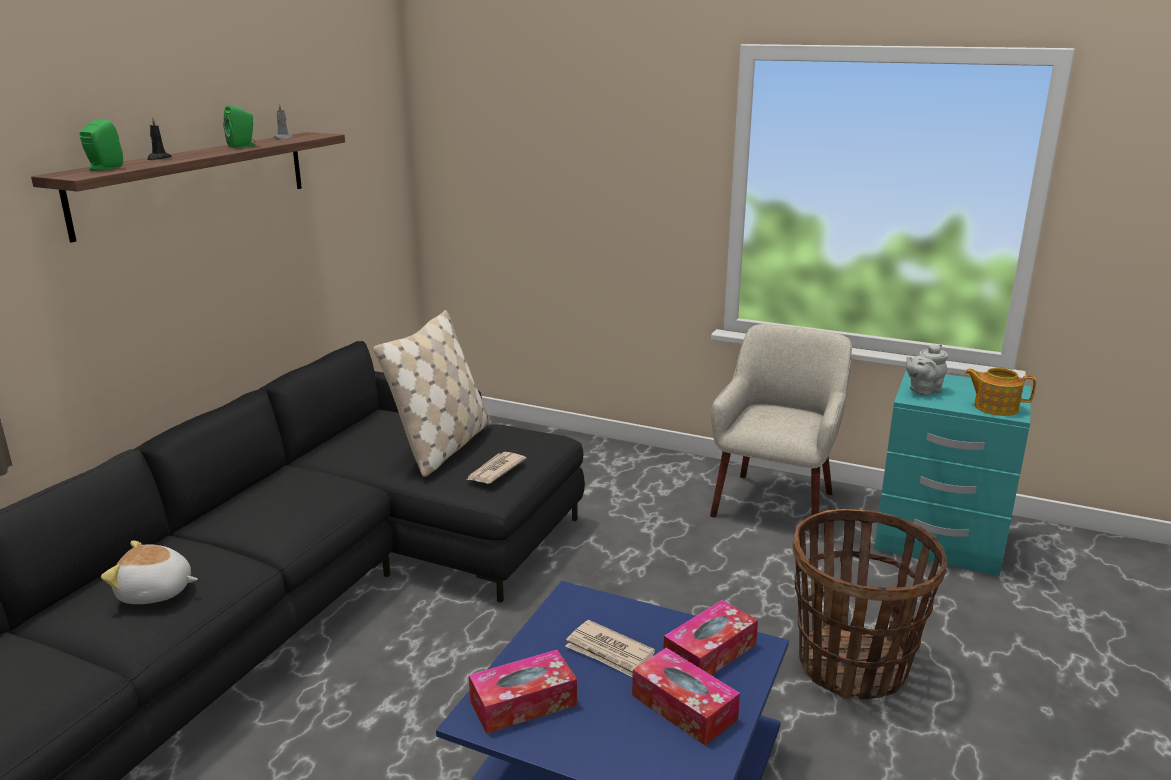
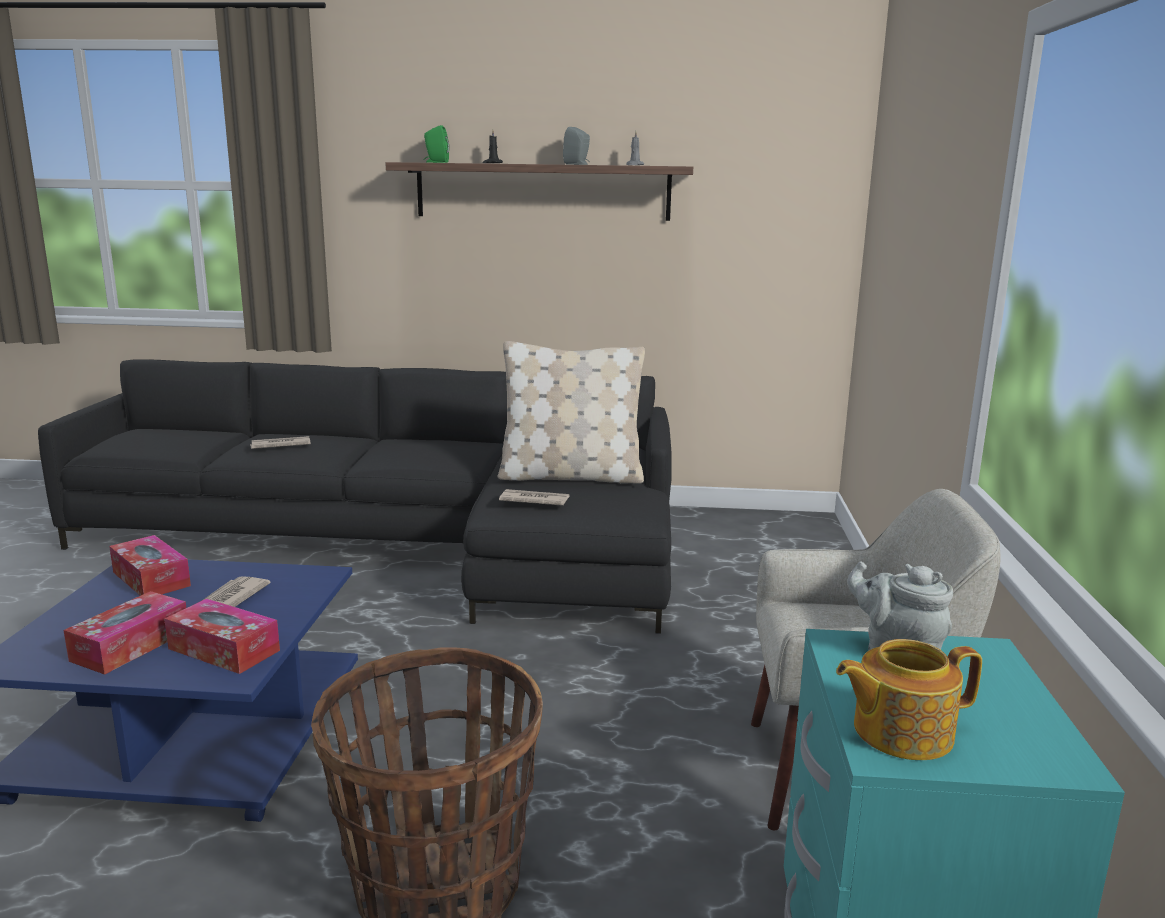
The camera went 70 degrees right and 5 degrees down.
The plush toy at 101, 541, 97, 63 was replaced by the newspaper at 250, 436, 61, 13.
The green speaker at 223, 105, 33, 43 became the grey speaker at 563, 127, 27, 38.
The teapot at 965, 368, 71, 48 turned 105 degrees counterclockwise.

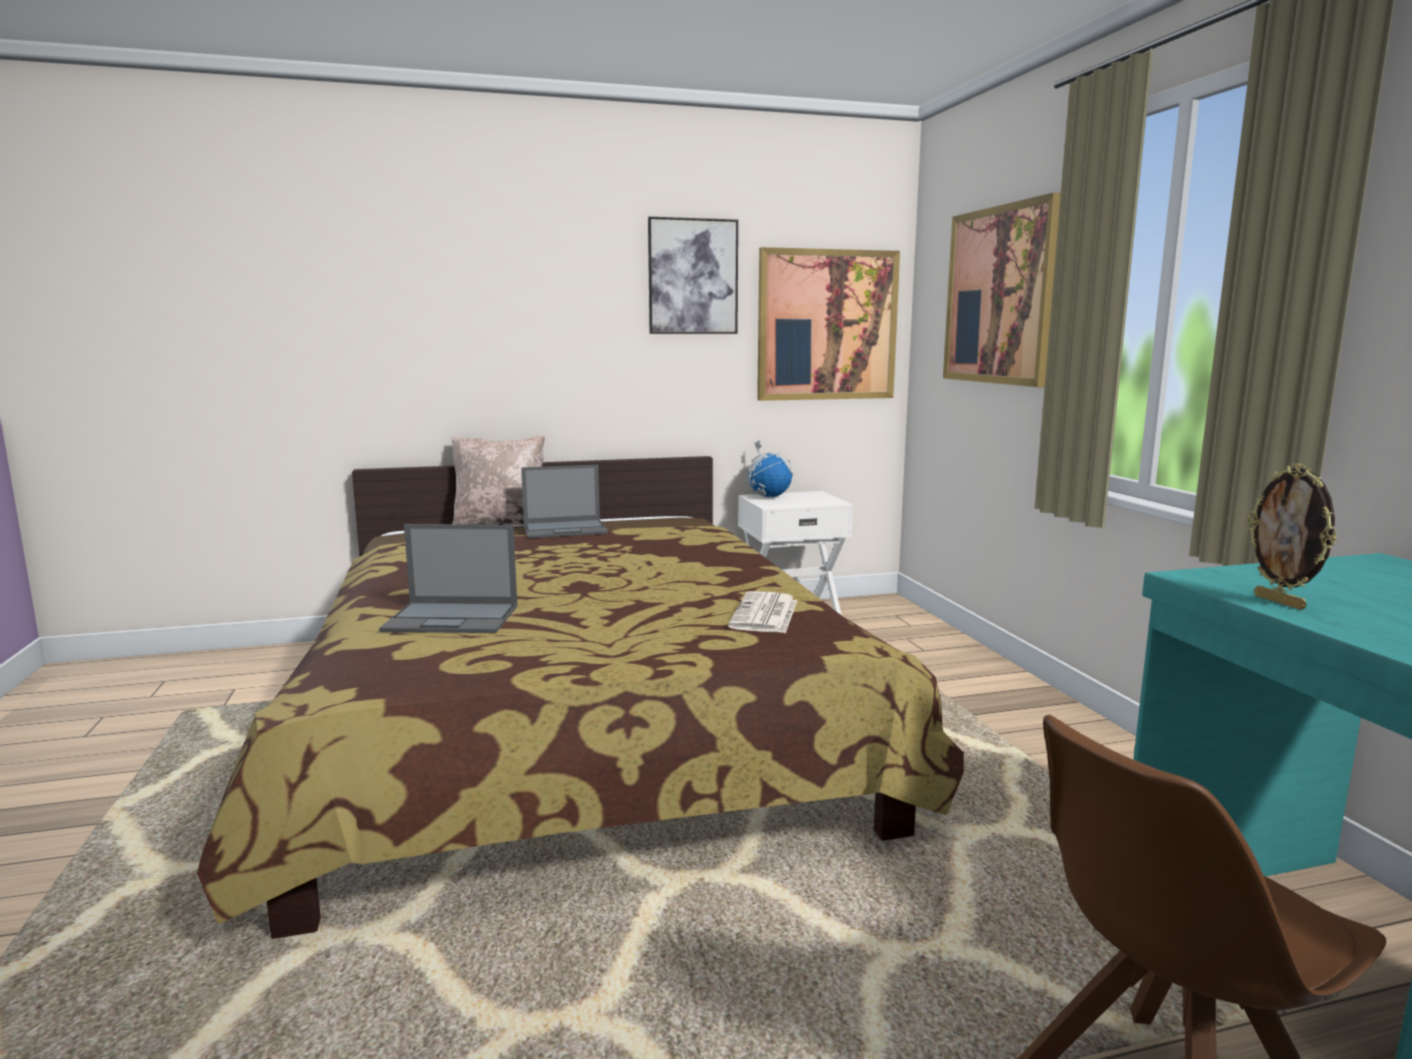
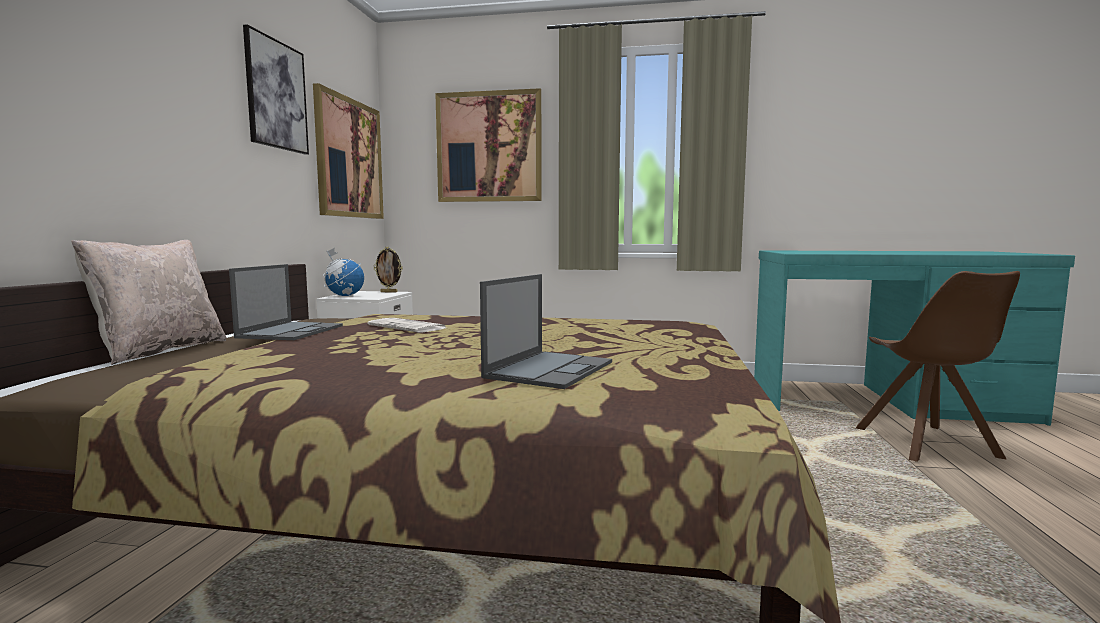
The camera went 65 degrees left and 5 degrees down.
The newspaper moved from 728, 591, 69, 42 to 367, 318, 79, 14.
The picture frame moved from 1247, 463, 90, 147 to 374, 247, 28, 45.

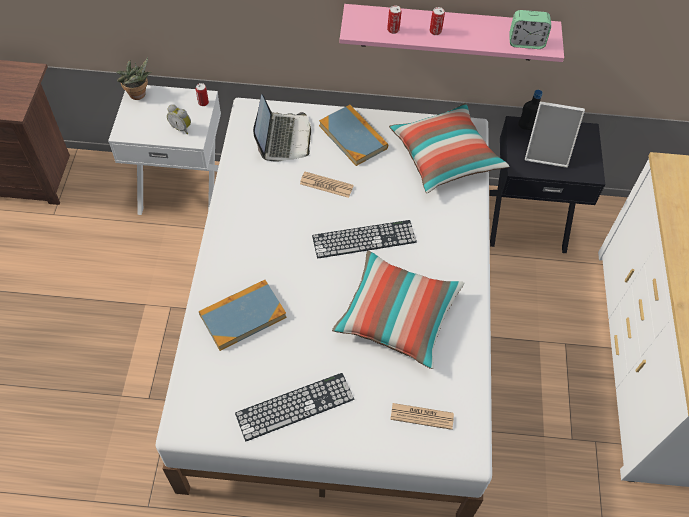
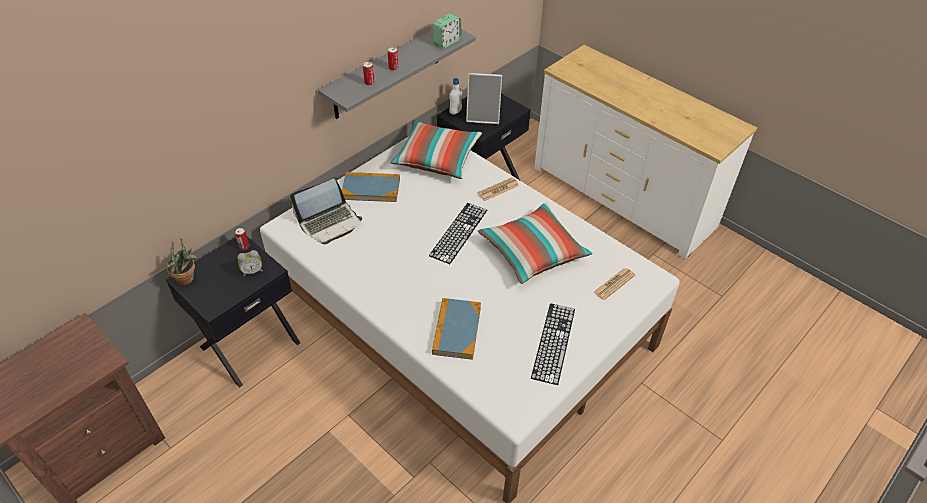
The camera went 50 degrees left and 10 degrees down.
The white nightstand at 108, 85, 113, 130 became the black nightstand at 166, 236, 134, 151.
The laptop at 253, 94, 58, 68 turned 105 degrees clockwise.
The newspaper moved from 300, 172, 54, 26 to 477, 177, 42, 24.
The pink shelf at 339, 4, 225, 58 became the grey shelf at 318, 29, 158, 90.
The black bottle at 518, 90, 25, 40 became the white bottle at 449, 78, 13, 37.
The picture frame at 525, 101, 60, 67 turned 45 degrees clockwise.

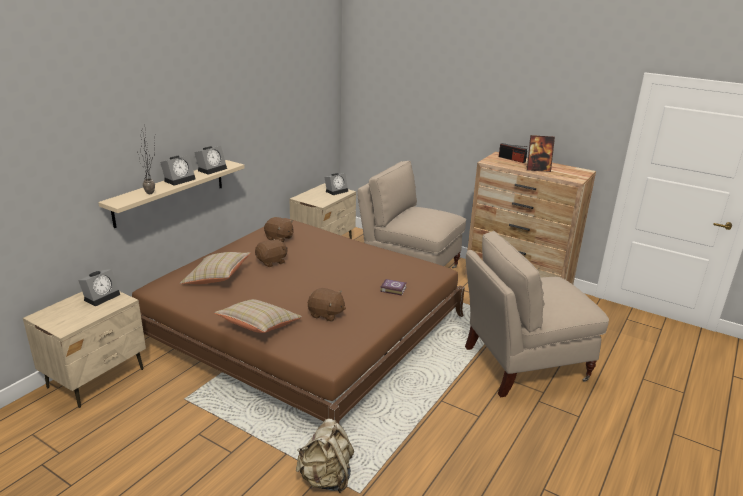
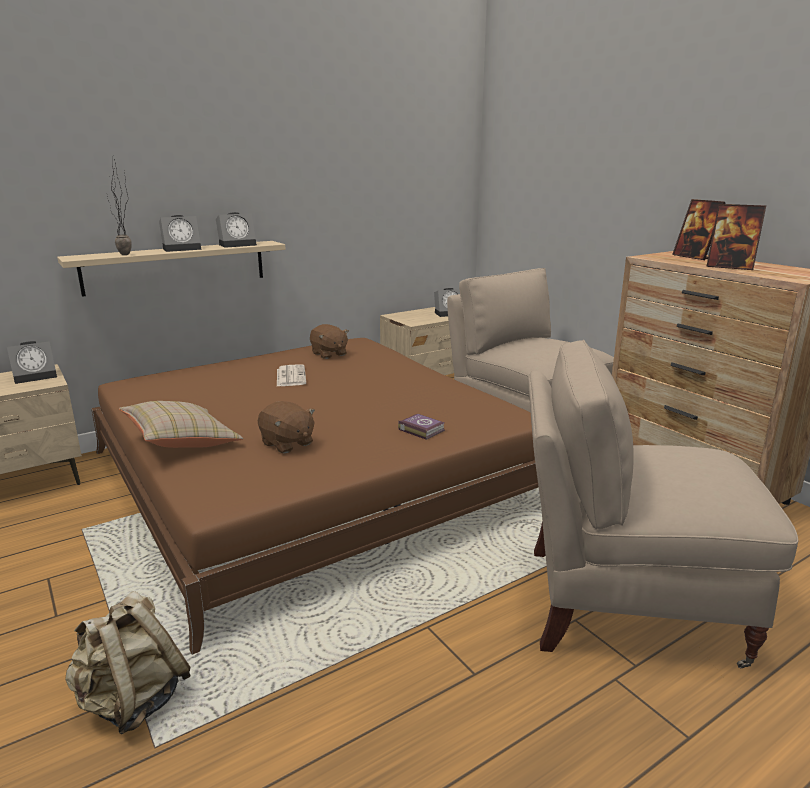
The camera went 25 degrees right and 5 degrees down.
The beige pillow at 180, 252, 70, 32 disappeared.
The brown plush toy at 255, 238, 33, 29 was replaced by the newspaper at 277, 364, 29, 22.
The radio at 499, 143, 28, 20 was replaced by the picture frame at 672, 199, 54, 61.

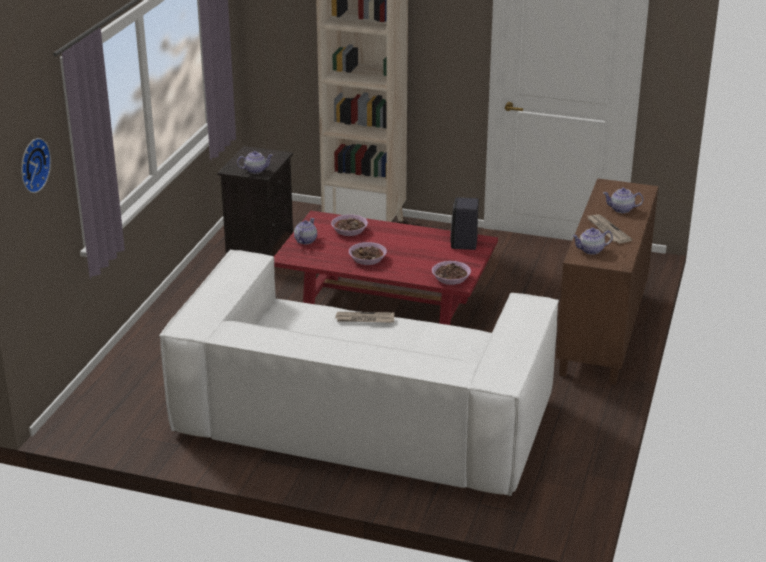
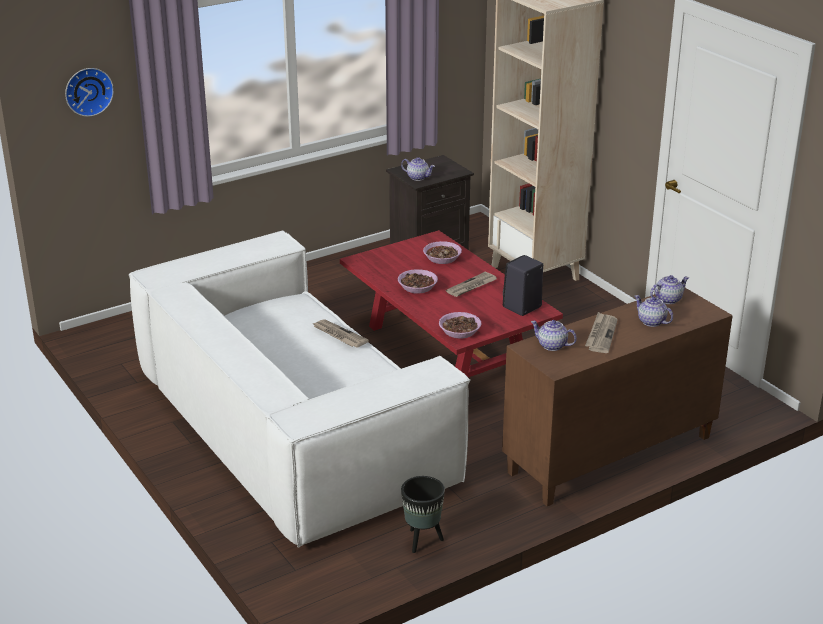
The camera went 40 degrees right and 0 degrees up.
The teapot moved from 294, 218, 23, 26 to 650, 275, 39, 29.
The black planter at 401, 476, 44, 77 appeared.
The newspaper at 446, 272, 51, 25 appeared.

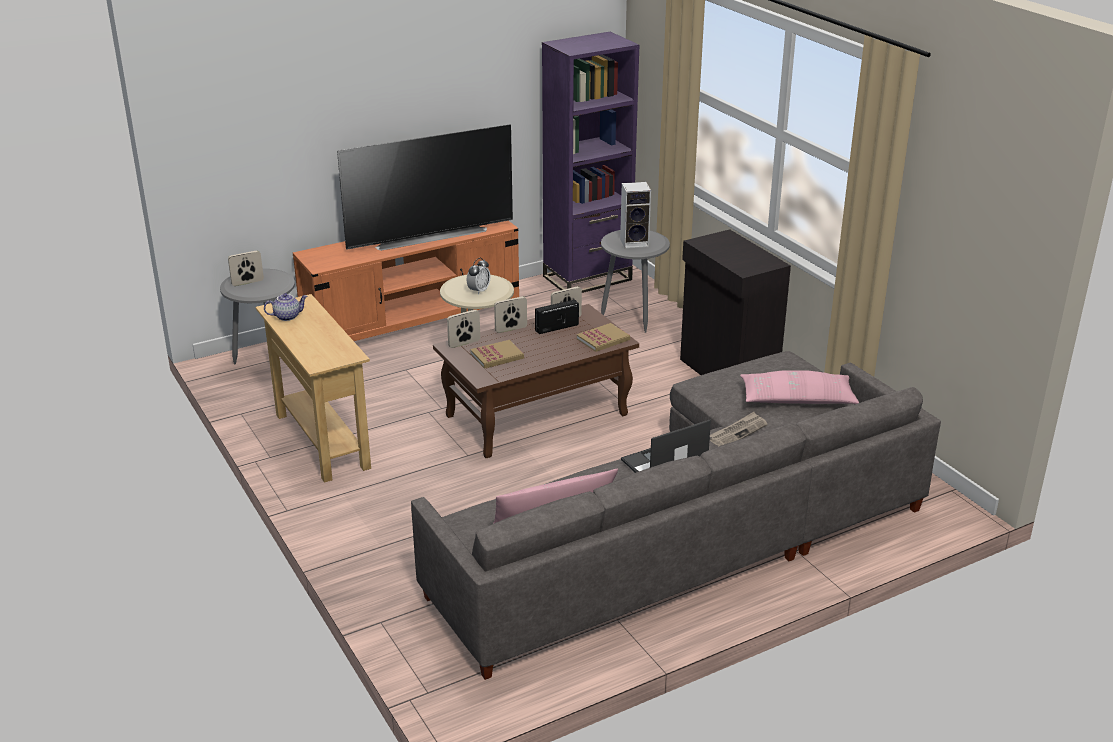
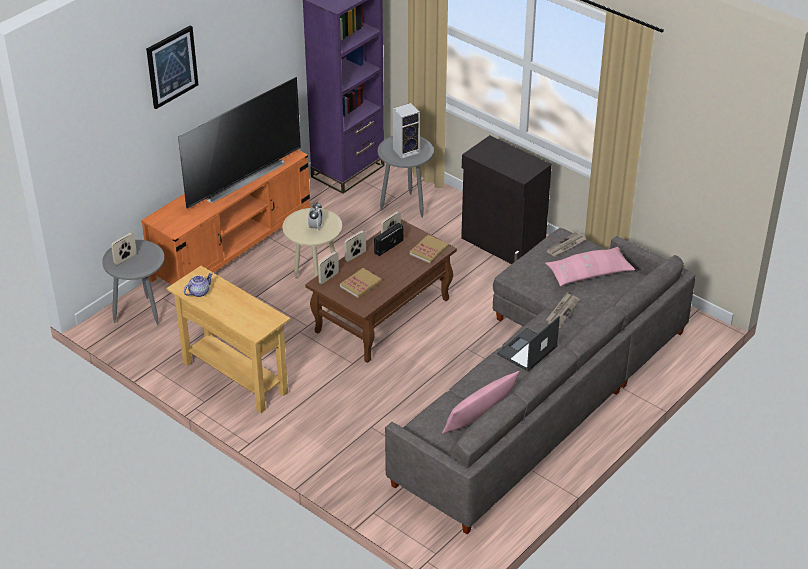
The camera went 20 degrees left and 10 degrees up.
The picture at 146, 25, 52, 84 appeared.
The newspaper at 546, 231, 40, 26 appeared.

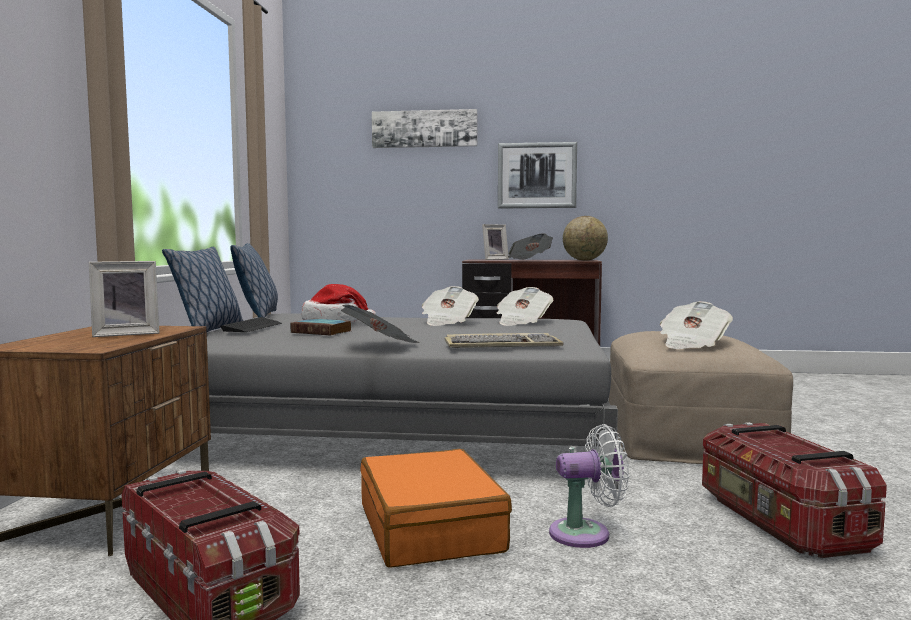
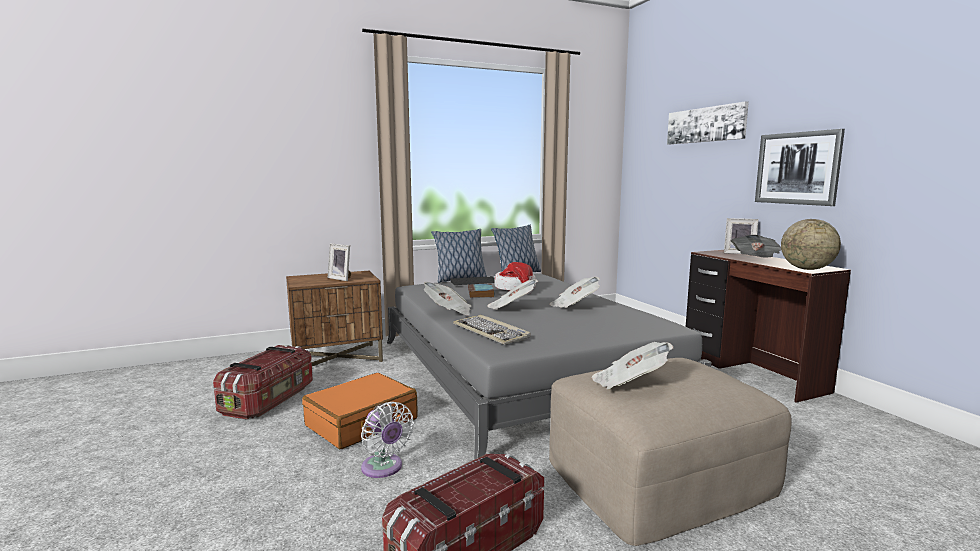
The camera went 60 degrees right and 5 degrees up.
The newspaper moved from 496, 287, 57, 39 to 487, 279, 51, 31.

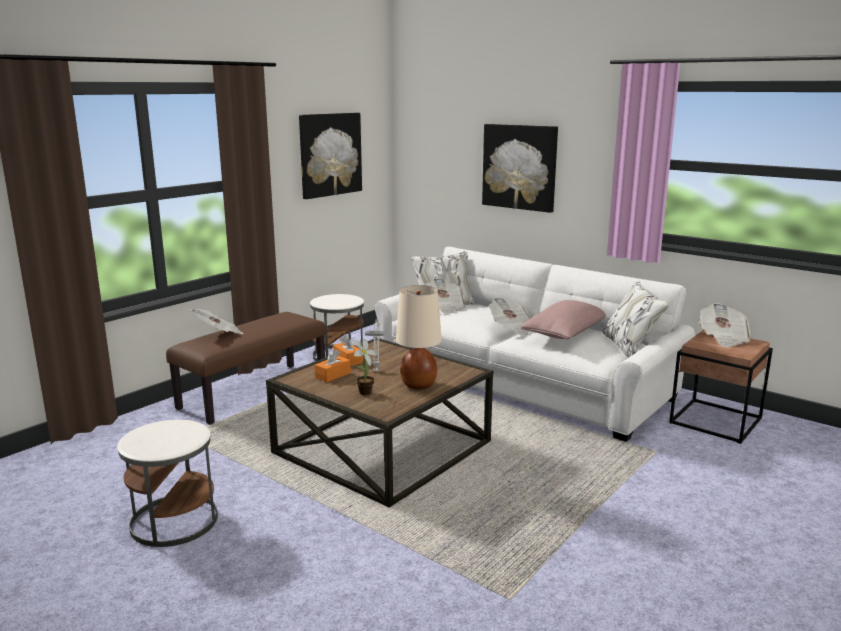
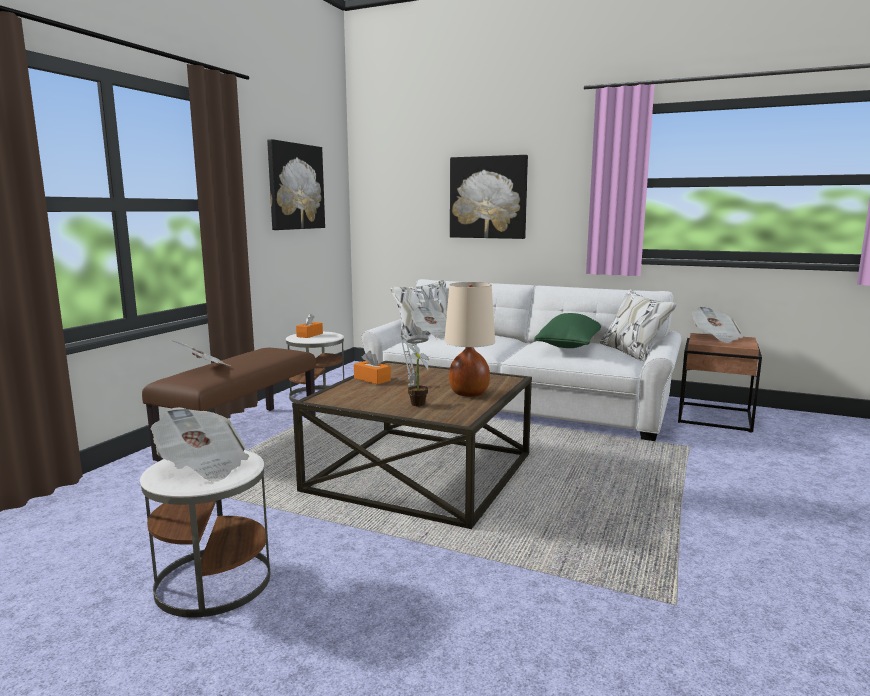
The camera went 15 degrees left and 5 degrees down.
The orange tissue box moved from 315, 349, 36, 33 to 296, 314, 27, 24.
The newspaper moved from 489, 297, 42, 39 to 151, 407, 98, 75.
The pink pillow at 521, 300, 85, 39 became the green pillow at 534, 313, 67, 35.

